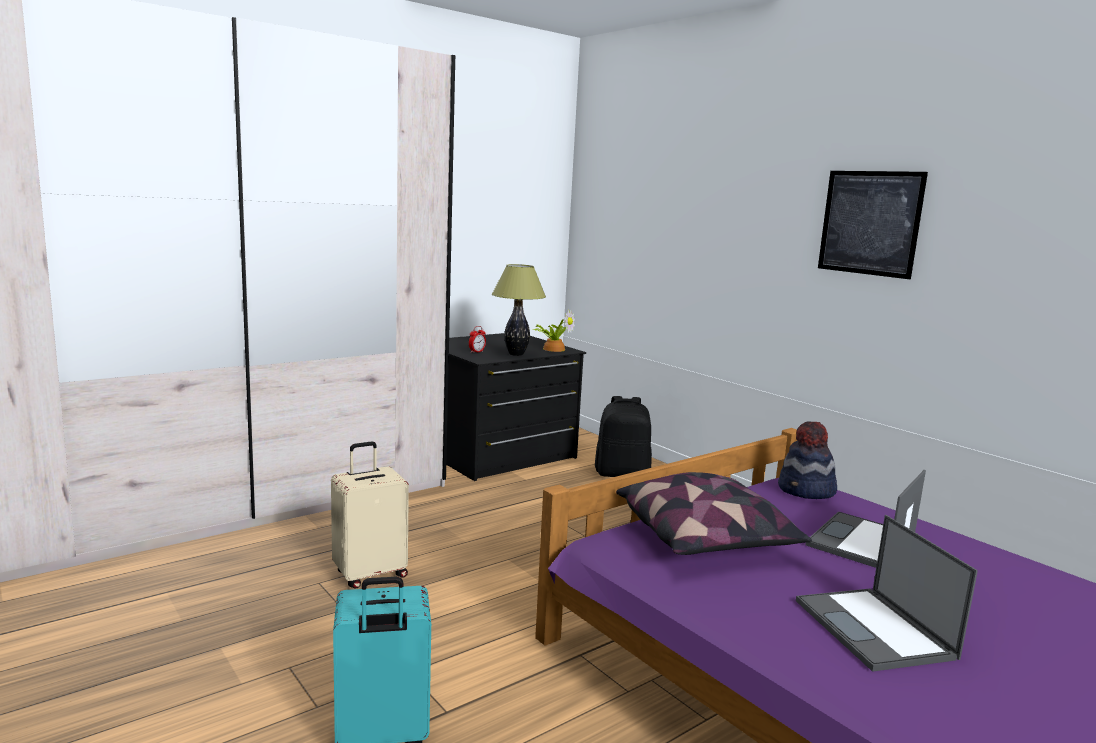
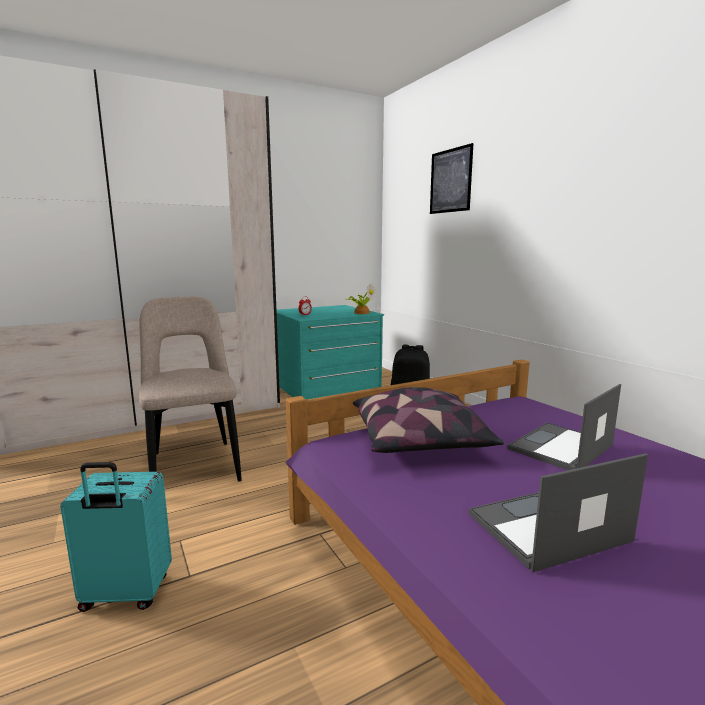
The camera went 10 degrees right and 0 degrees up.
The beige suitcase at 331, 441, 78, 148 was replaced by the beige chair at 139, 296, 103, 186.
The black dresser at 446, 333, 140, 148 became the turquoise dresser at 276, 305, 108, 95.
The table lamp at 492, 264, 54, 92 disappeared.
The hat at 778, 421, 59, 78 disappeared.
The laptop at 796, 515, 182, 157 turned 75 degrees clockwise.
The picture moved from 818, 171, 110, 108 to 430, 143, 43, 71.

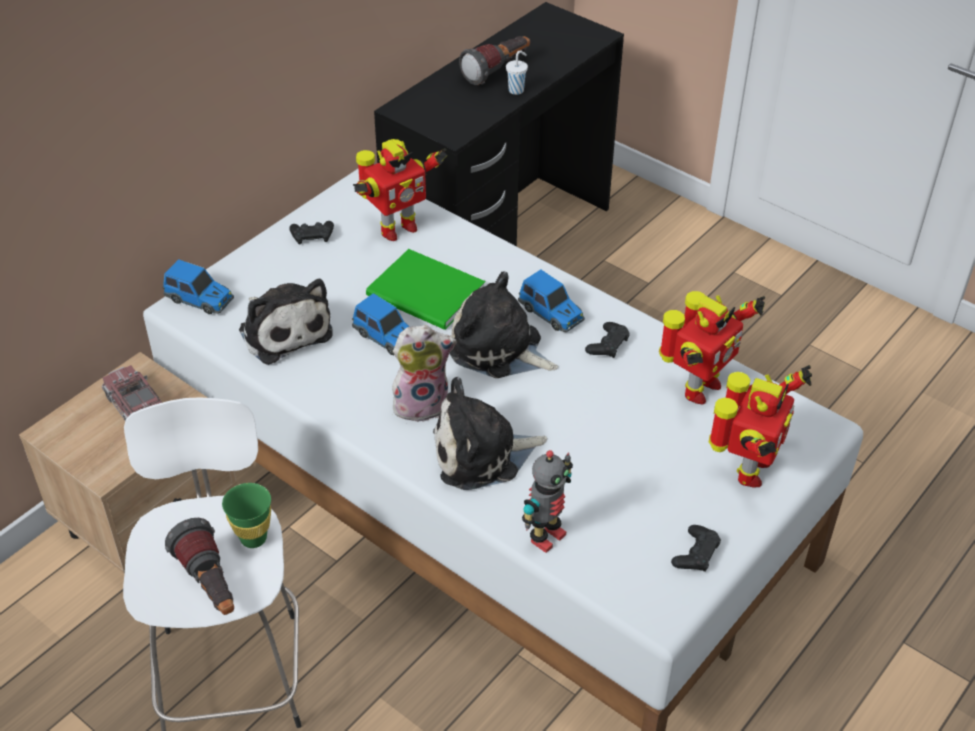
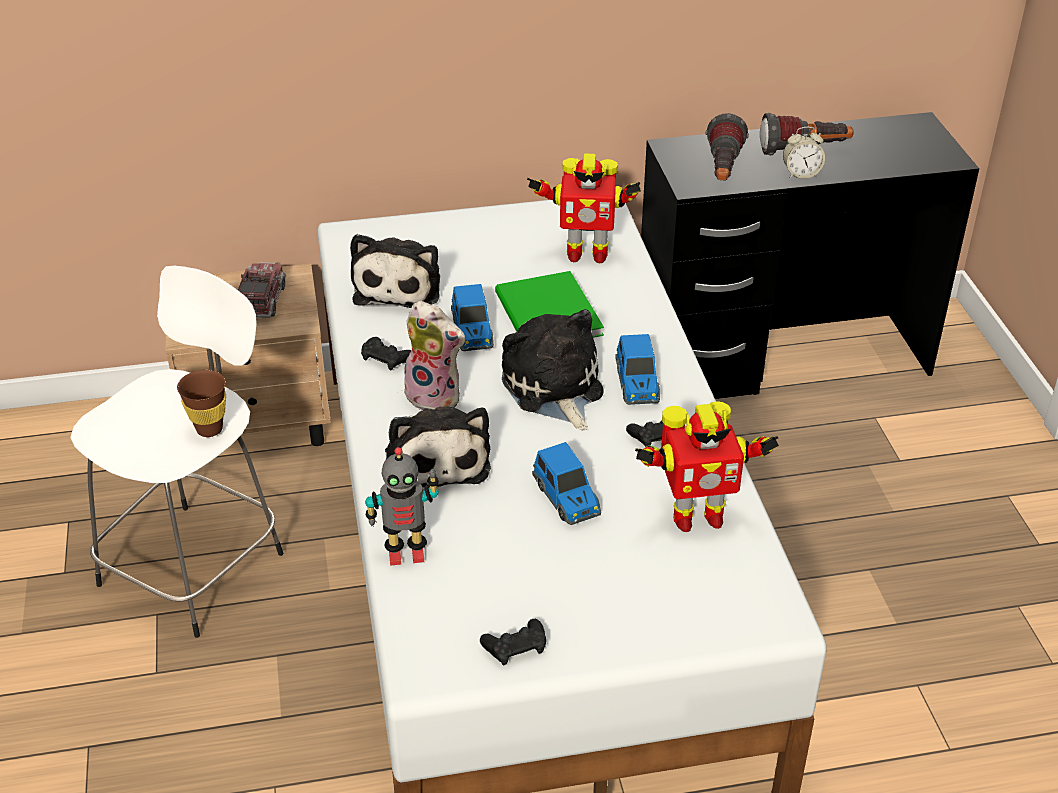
The camera went 40 degrees right and 5 degrees down.
The toy car moved from 163, 259, 71, 55 to 532, 442, 69, 83.
The flashlight moved from 165, 518, 69, 97 to 706, 113, 43, 67.
The green cup at 222, 483, 49, 65 became the brown cup at 177, 370, 49, 67.
The black game controller moved from 289, 221, 45, 24 to 361, 337, 51, 33.
The plush toy at 433, 377, 114, 113 turned 135 degrees counterclockwise.
The white cup at 506, 50, 22, 45 was replaced by the alarm clock at 783, 127, 42, 52.
The toy robot at 709, 365, 103, 123 disappeared.

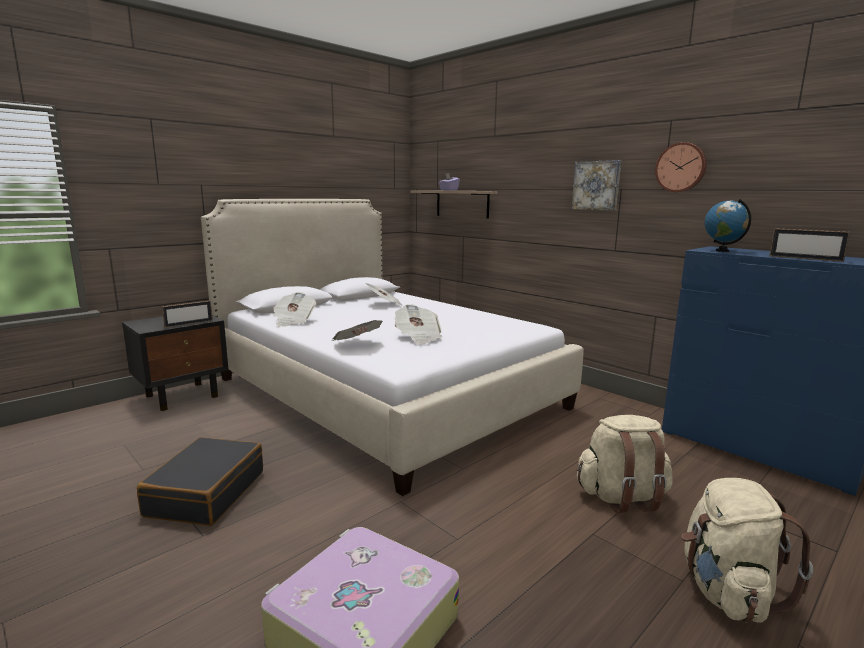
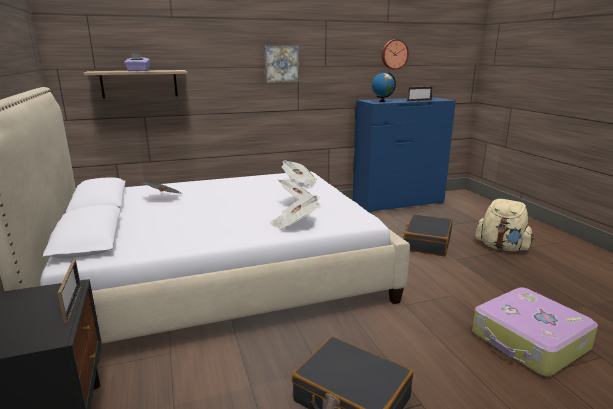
The camera went 65 degrees left and 5 degrees up.
The newspaper moved from 273, 292, 43, 35 to 282, 160, 35, 27.
The beige backpack at 576, 415, 97, 98 was replaced by the black suitcase at 404, 214, 48, 42.
The wall clock moved from 655, 142, 52, 50 to 382, 39, 27, 31.

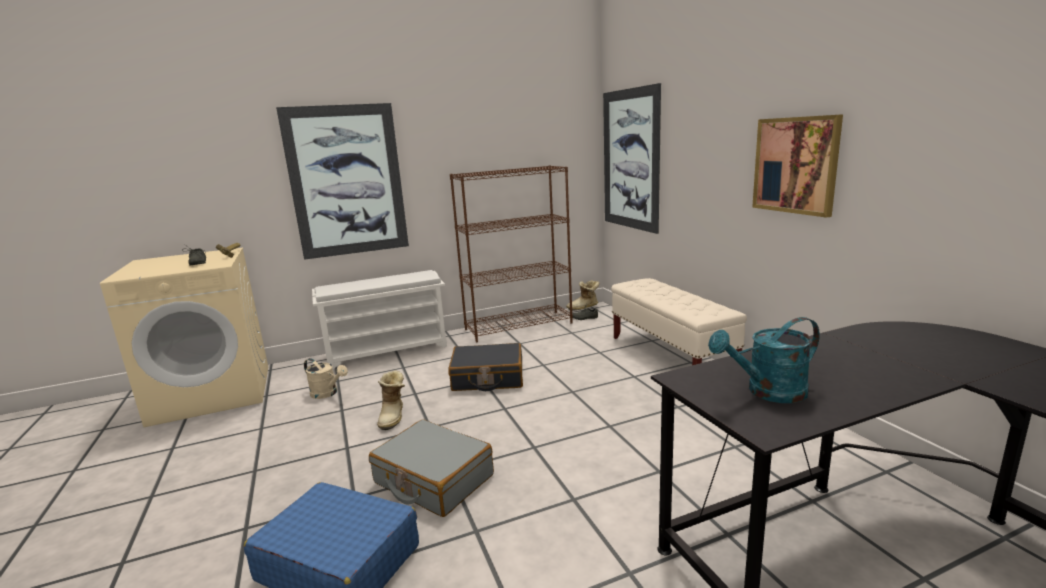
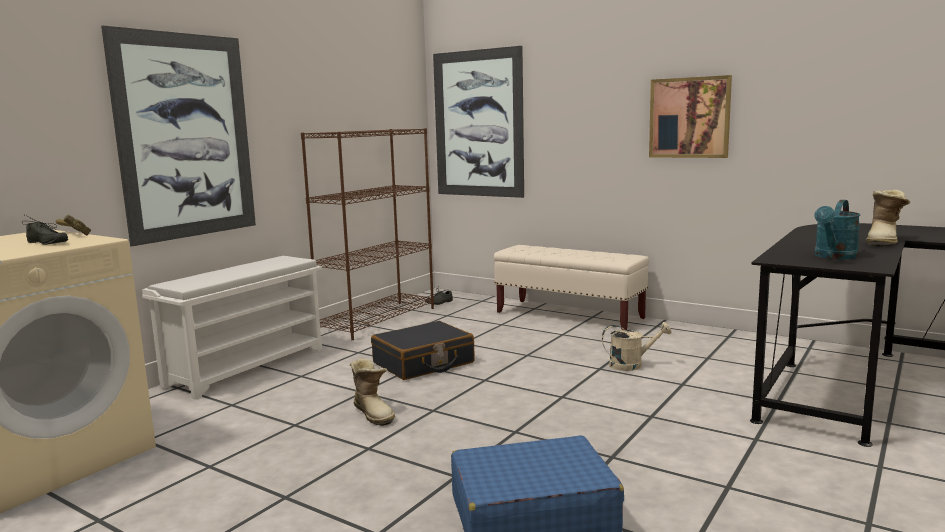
The camera went 35 degrees left and 5 degrees down.
The beige watering can moved from 304, 358, 44, 41 to 602, 322, 70, 49.
The grey suitcase at 369, 419, 125, 98 disappeared.
The boot moved from 566, 280, 34, 30 to 866, 190, 44, 57.

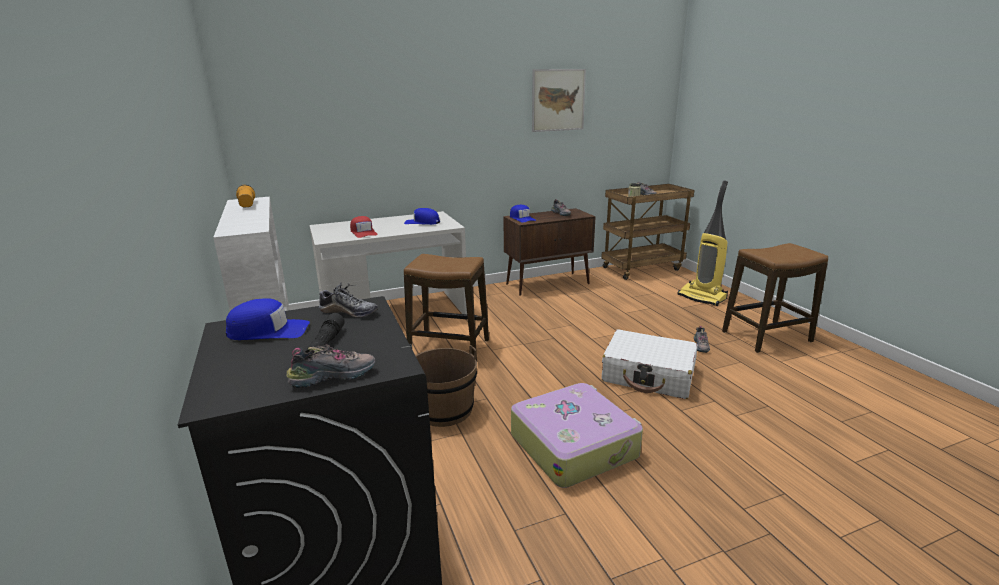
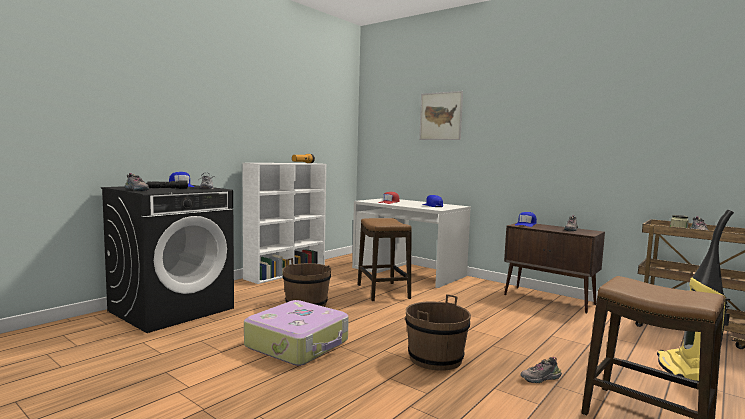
The camera went 60 degrees right and 15 degrees down.
The picture moved from 532, 69, 54, 63 to 419, 91, 44, 49.
The white suitcase at 602, 329, 96, 70 was replaced by the brown bucket at 405, 294, 66, 77.

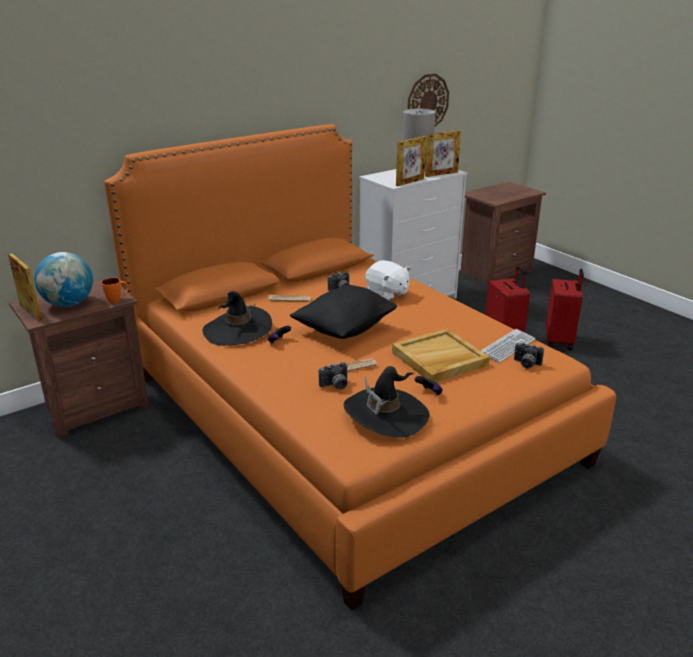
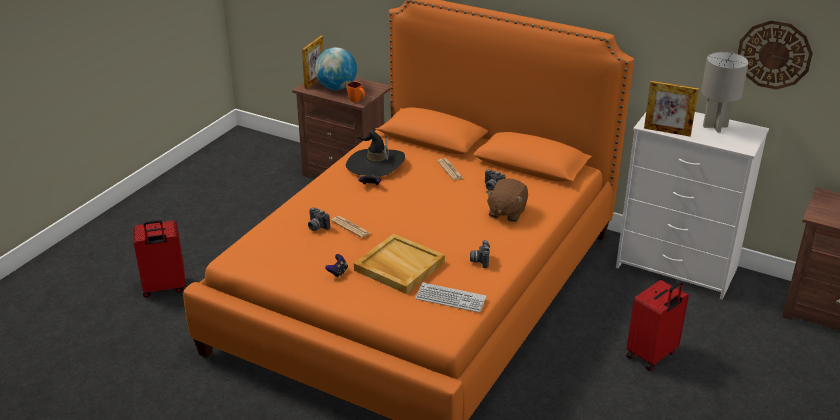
The camera went 65 degrees right and 5 degrees up.
The black pillow at 290, 285, 107, 54 disappeared.
The black hat at 344, 366, 86, 72 disappeared.
The white plush toy at 365, 260, 46, 41 became the brown plush toy at 486, 179, 42, 43.
The picture frame at 425, 130, 36, 47 disappeared.
The photo camera moved from 514, 342, 30, 26 to 470, 240, 20, 28.
The red suitcase moved from 546, 269, 38, 81 to 134, 220, 52, 77.

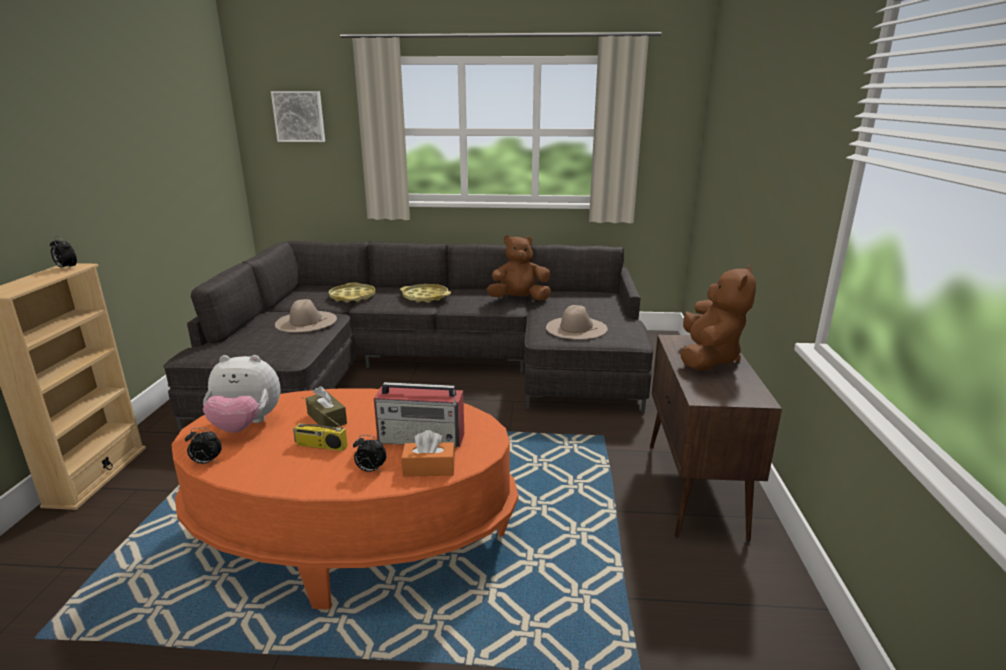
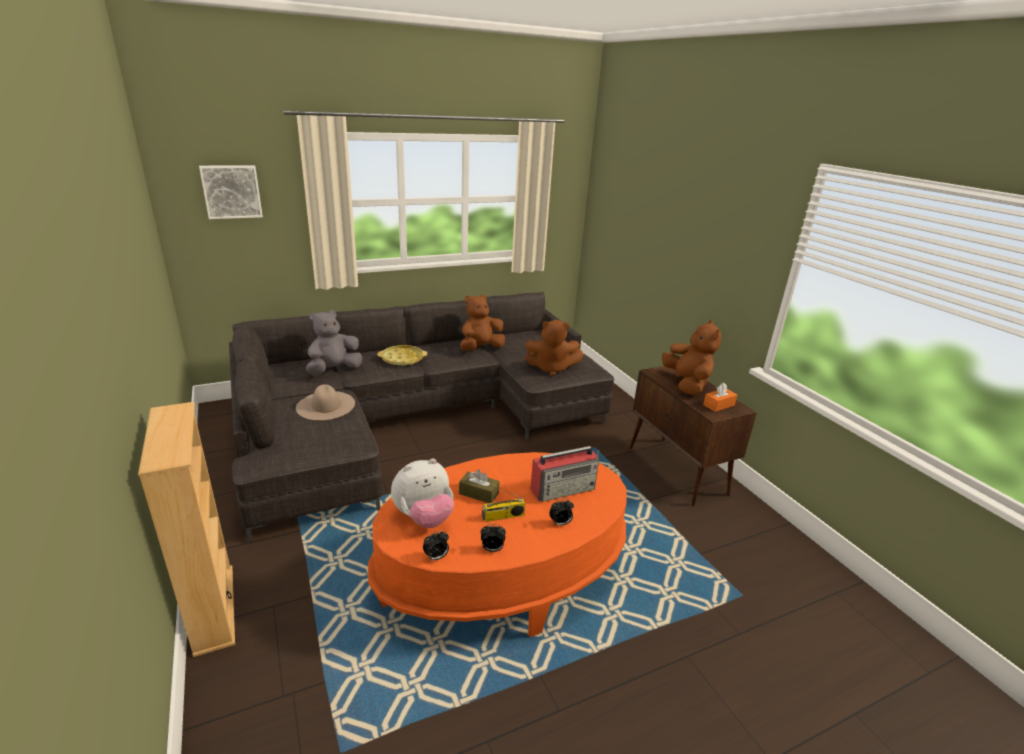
The camera went 30 degrees left and 5 degrees up.
The alarm clock moved from 50, 236, 27, 34 to 481, 524, 25, 28.
The yellow tray at 329, 283, 46, 19 was replaced by the grey plush toy at 306, 310, 56, 64.
The orange tissue box moved from 401, 430, 54, 47 to 703, 383, 34, 29.
The beige hat at 546, 305, 62, 34 was replaced by the brown plush toy at 525, 320, 59, 56.

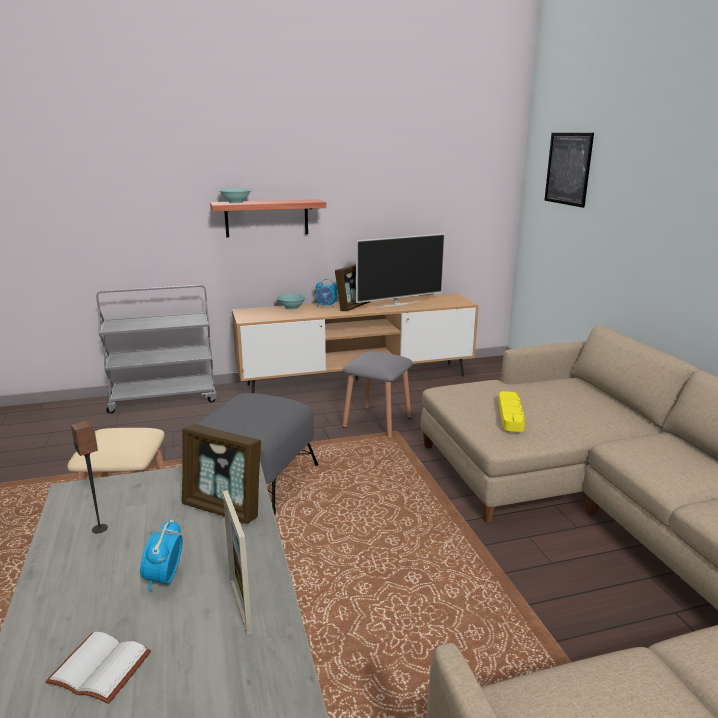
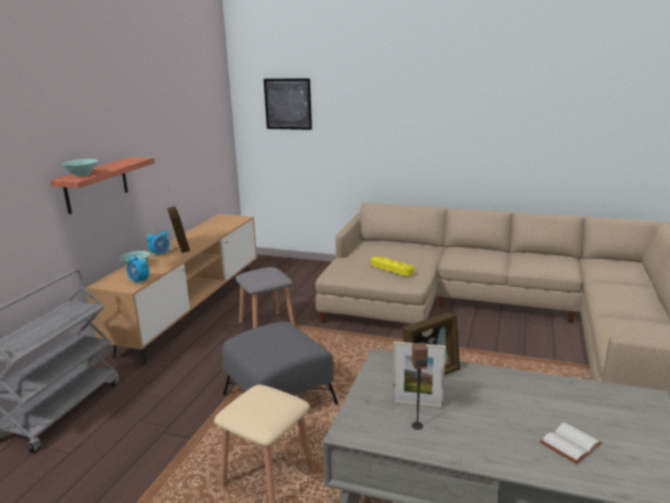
The camera went 55 degrees left and 0 degrees up.
The alarm clock moved from 140, 519, 43, 73 to 127, 253, 22, 32.
The picture frame moved from 223, 490, 29, 145 to 393, 341, 53, 67.
The television at 356, 234, 89, 74 disappeared.

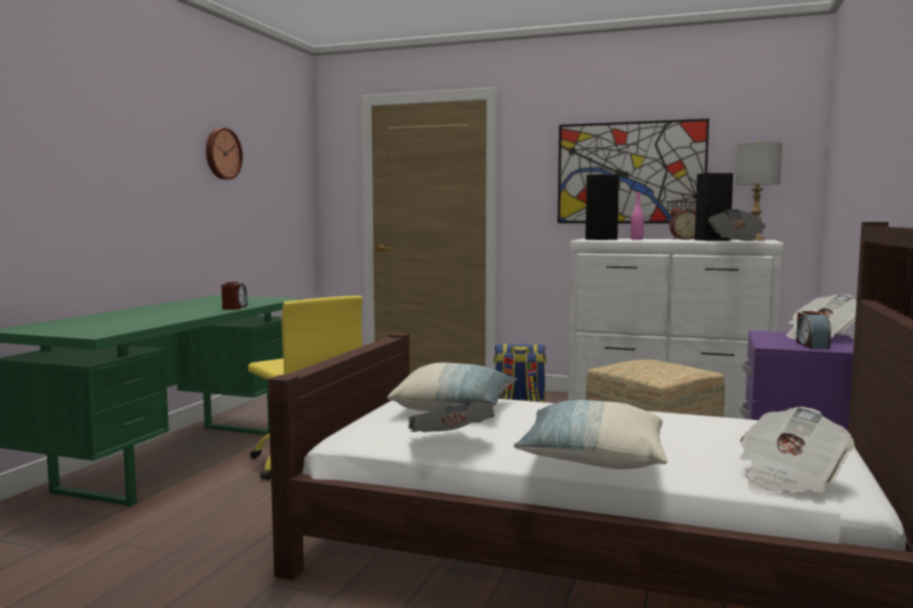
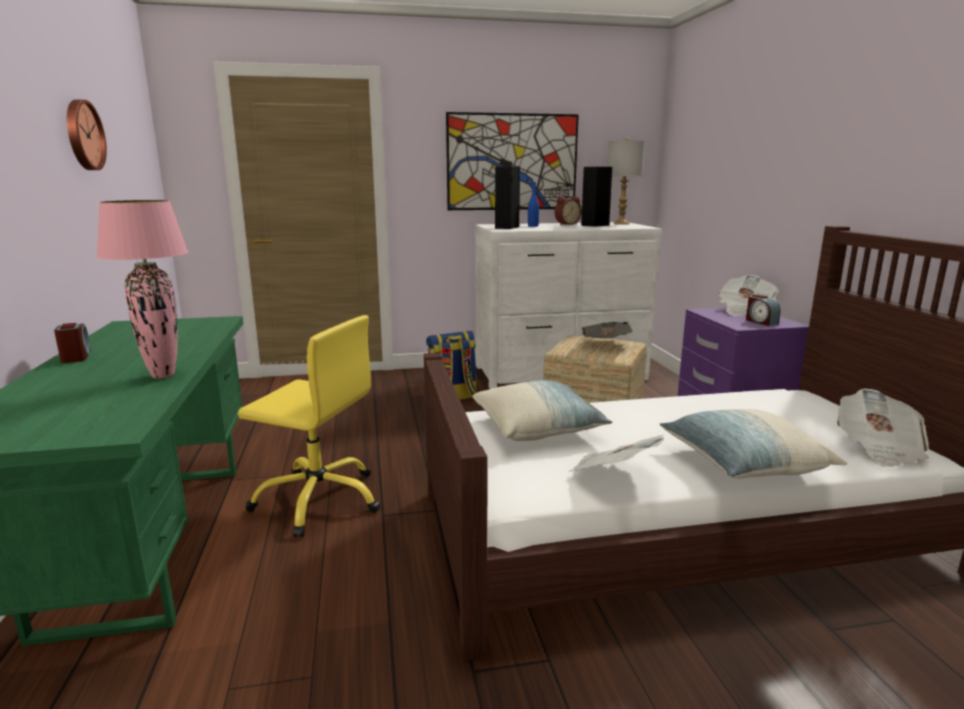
The camera went 30 degrees left and 10 degrees up.
The alarm clock moved from 222, 282, 25, 28 to 54, 323, 37, 40.
The pink bottle at 631, 191, 13, 49 became the blue bottle at 528, 182, 11, 45.
The newspaper moved from 708, 209, 58, 32 to 582, 322, 51, 17.
The pink table lamp at 96, 200, 92, 179 appeared.

